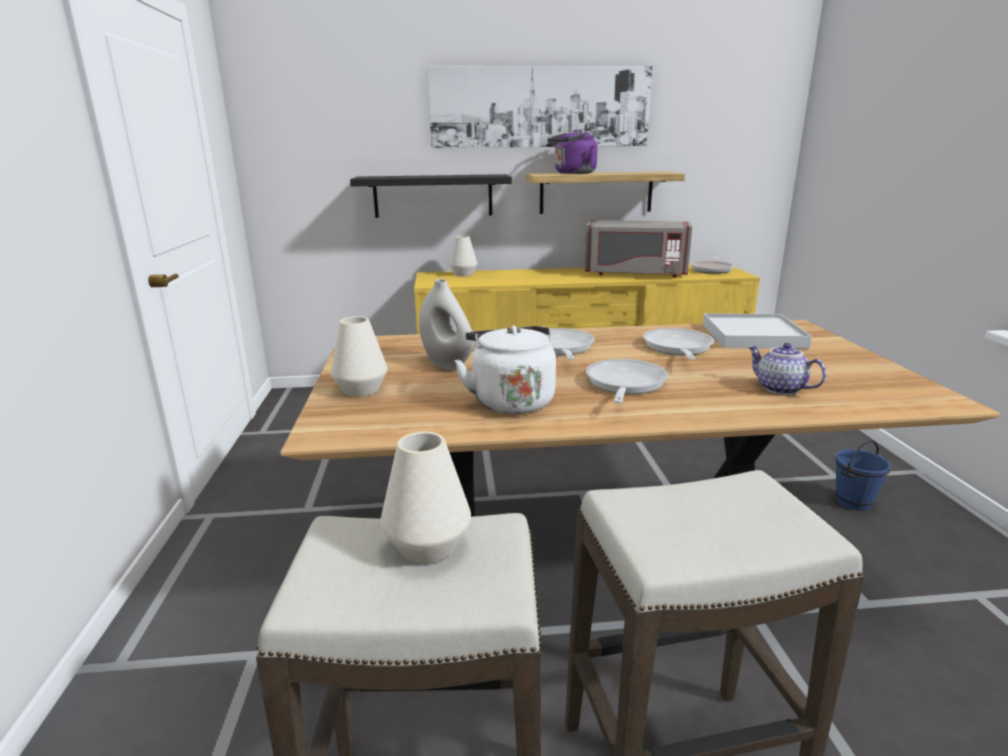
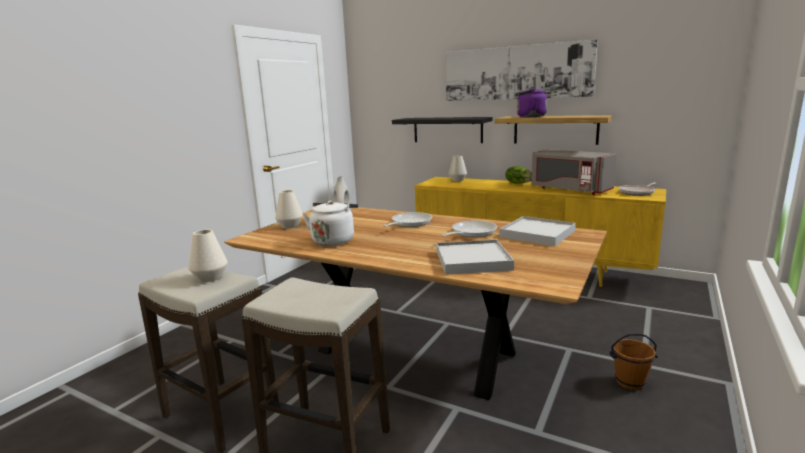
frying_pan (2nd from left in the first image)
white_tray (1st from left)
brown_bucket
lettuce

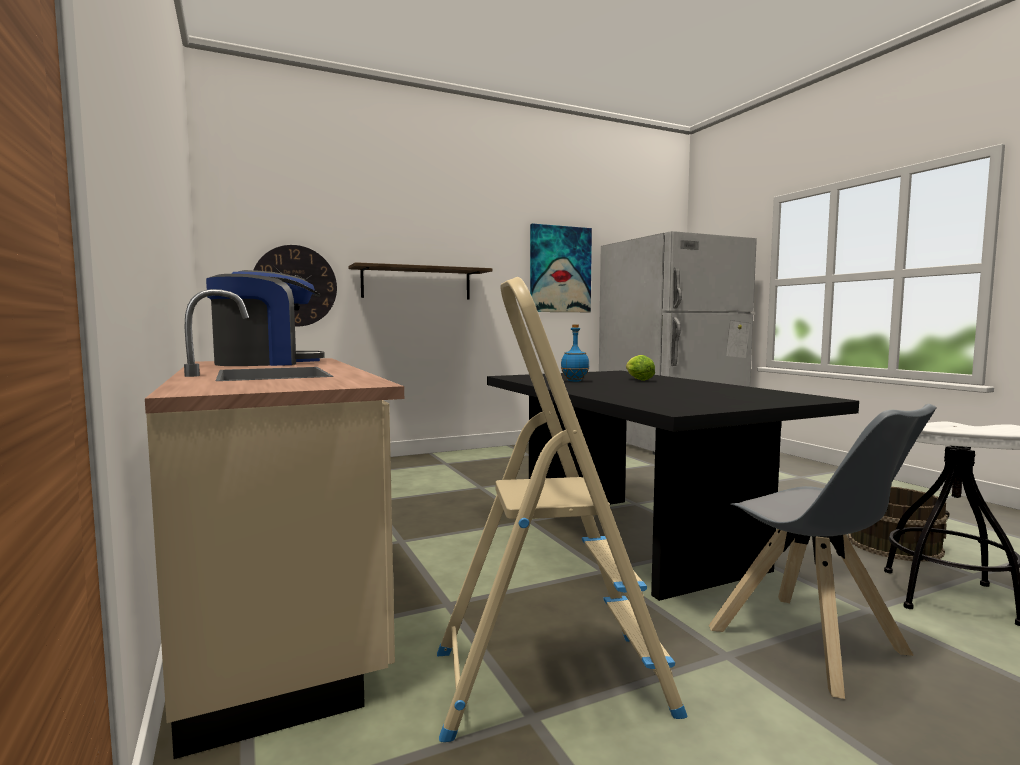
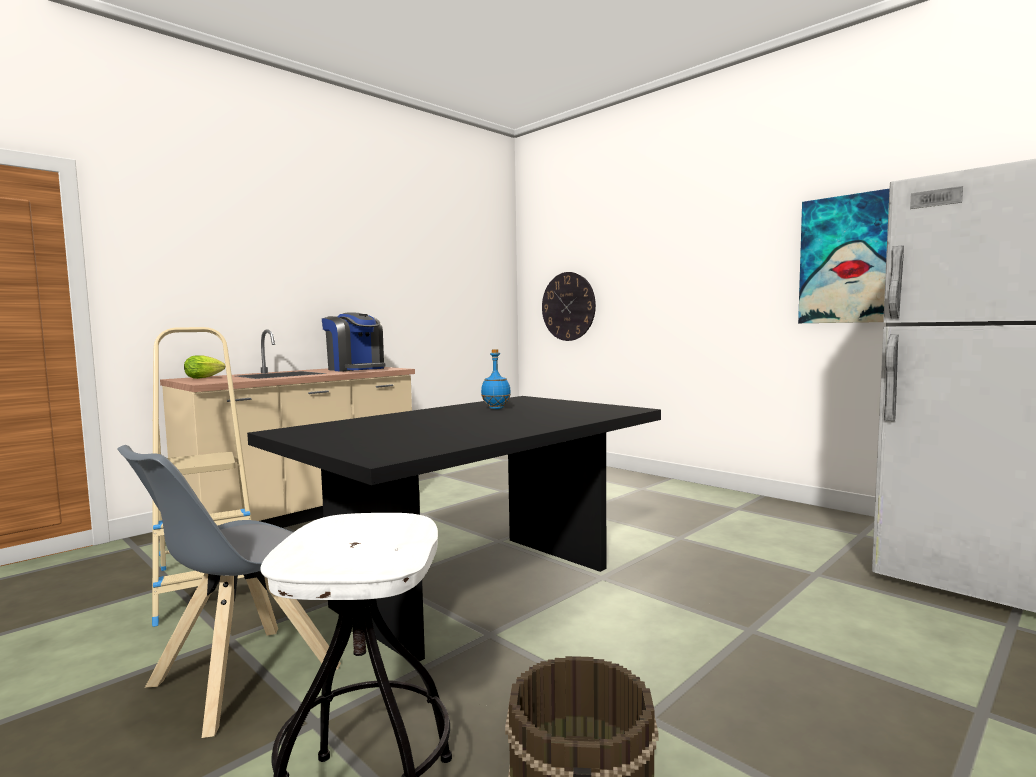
shelf
lettuce

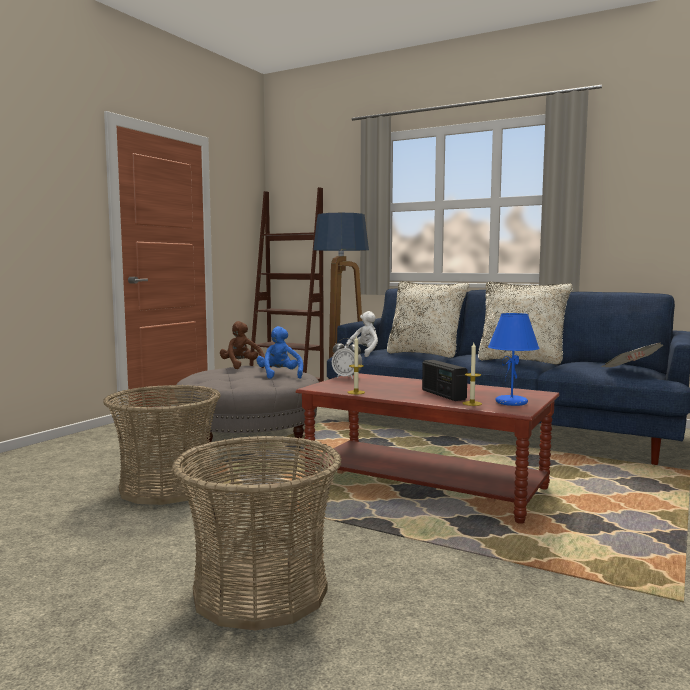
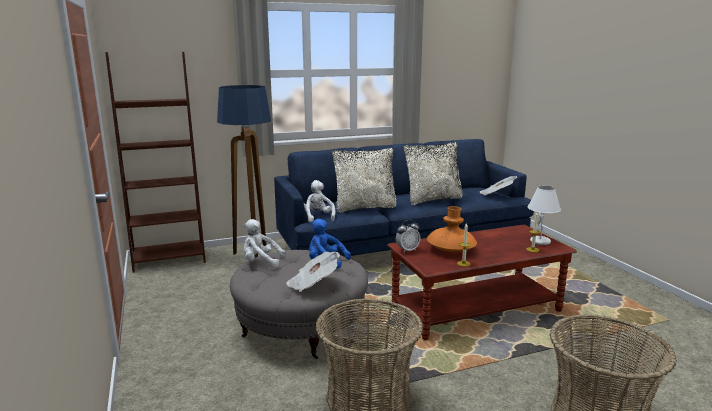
white_plush_toy (1st from left)
radio
white_table_lamp
newspaper (1st from left)
orange_vase

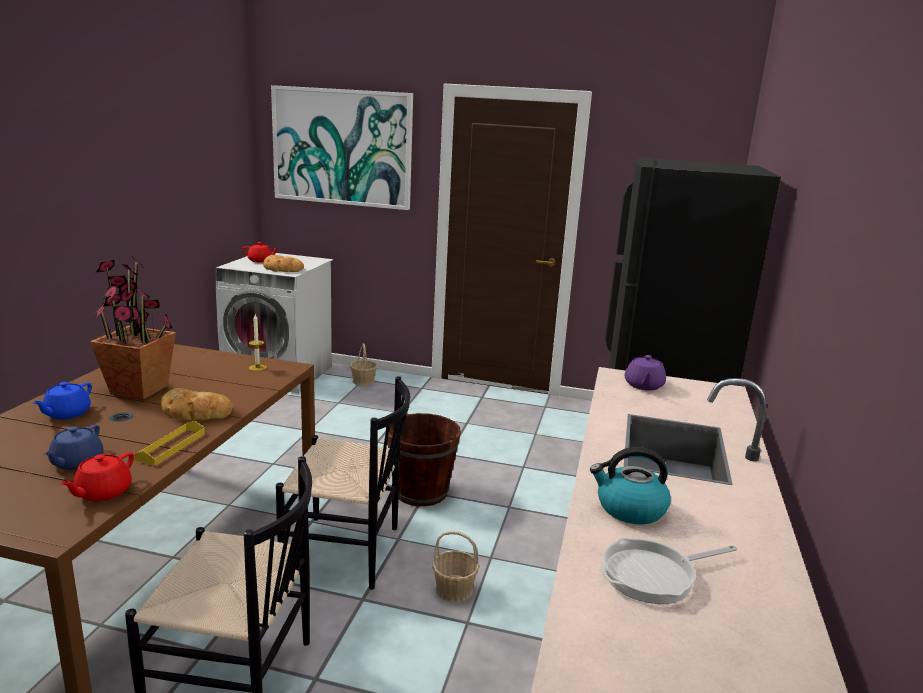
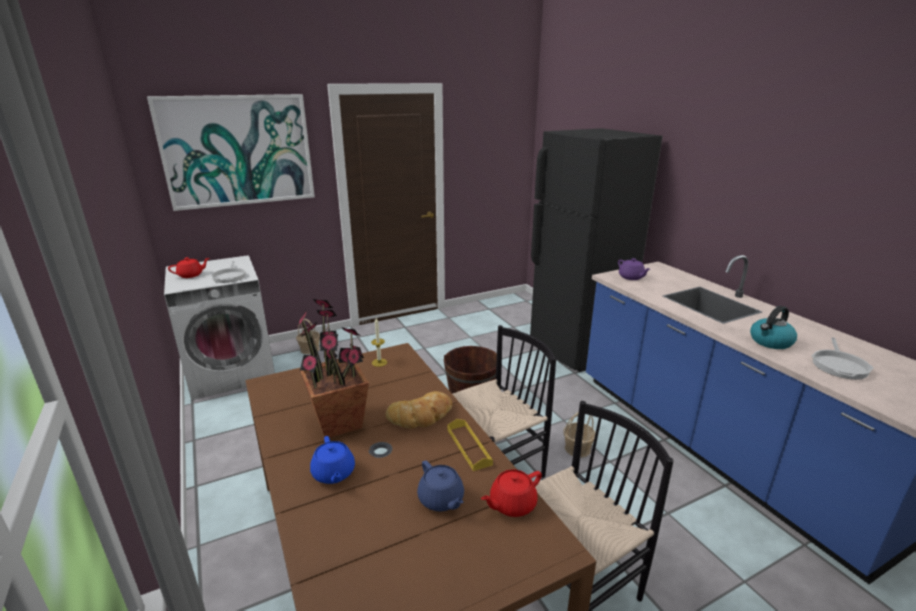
red_teapot (2nd from left)
frying_pan (1st from left)

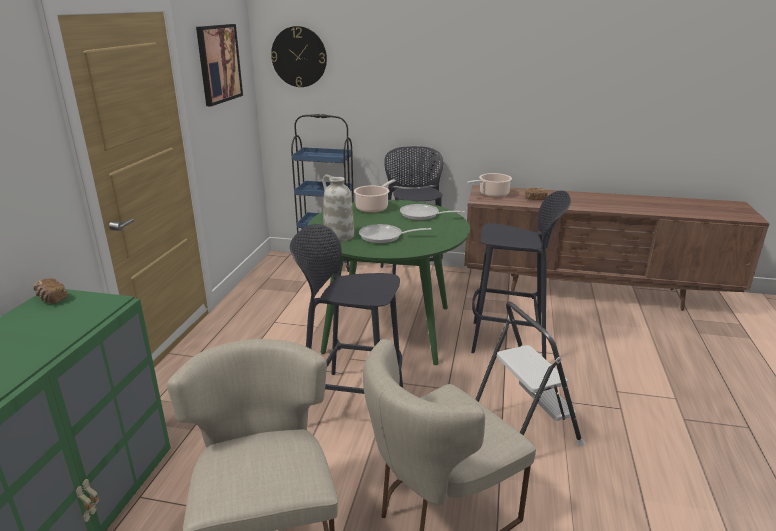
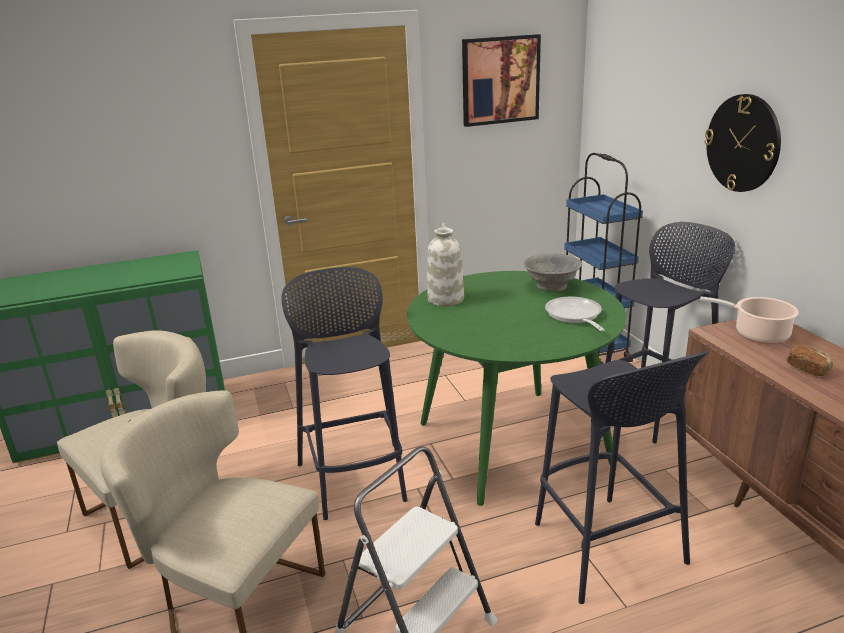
bread (1st from left in the first image)
wall_clock
grey_bowl
frying_pan (1st from left in the first image)

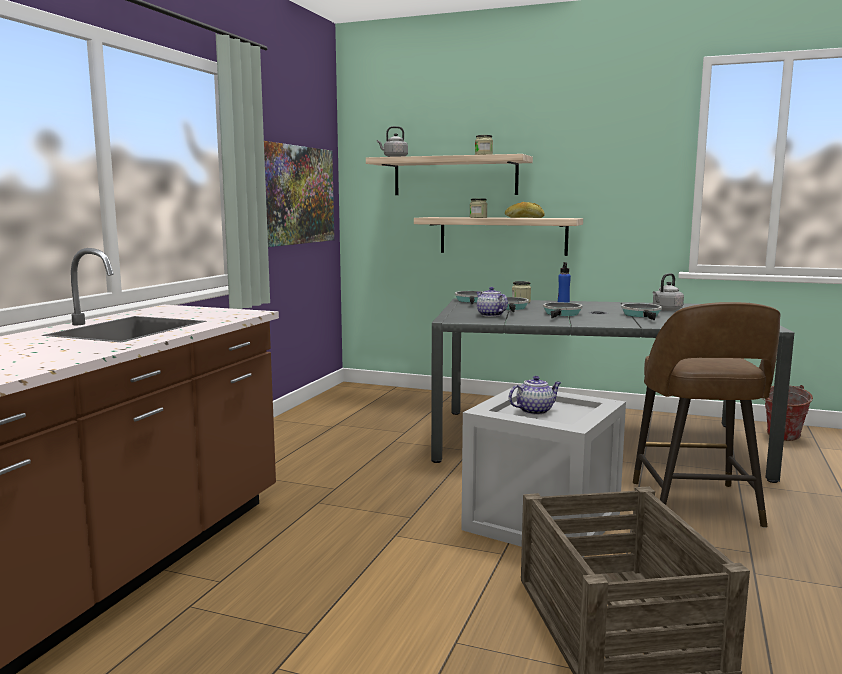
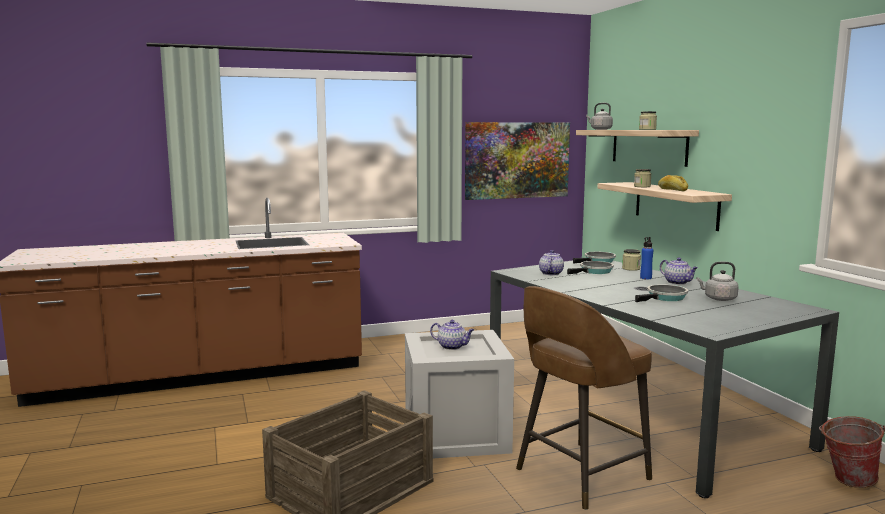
frying_pan (3rd from left in the first image)
teapot (3rd from left)

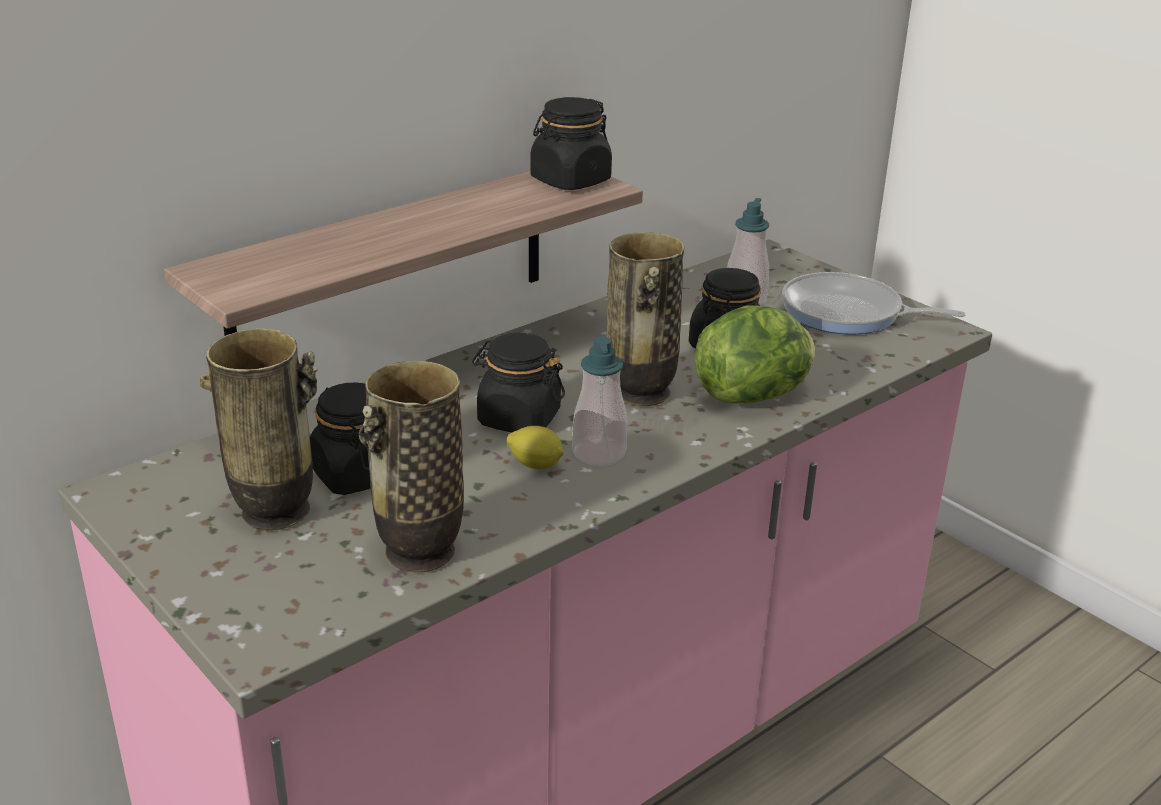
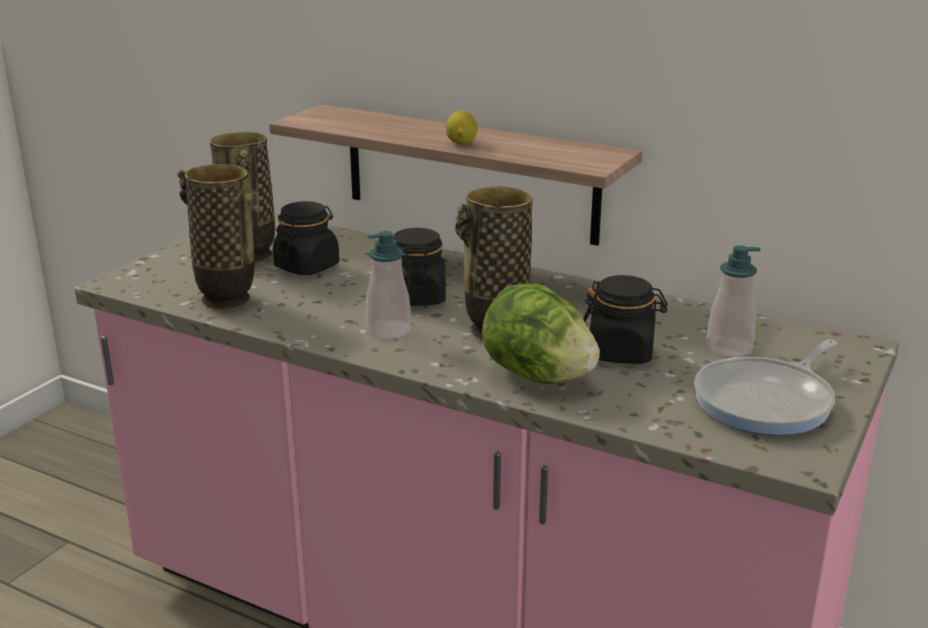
lemon
black_jar (3rd from left in the first image)
frying_pan

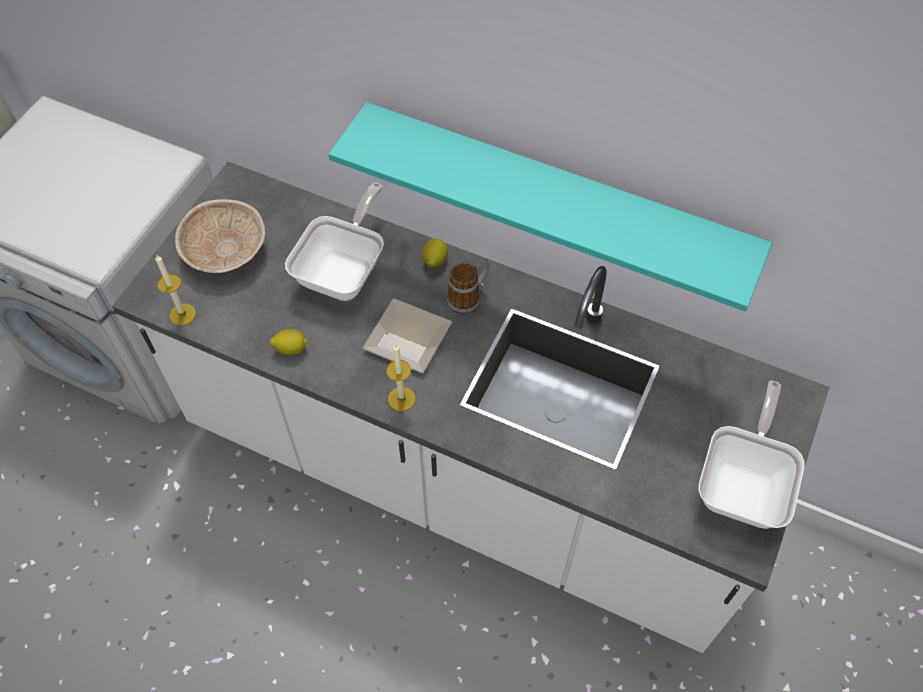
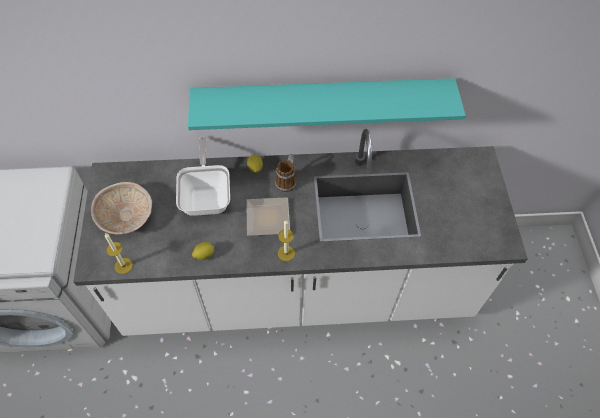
frying_pan (2nd from left in the first image)

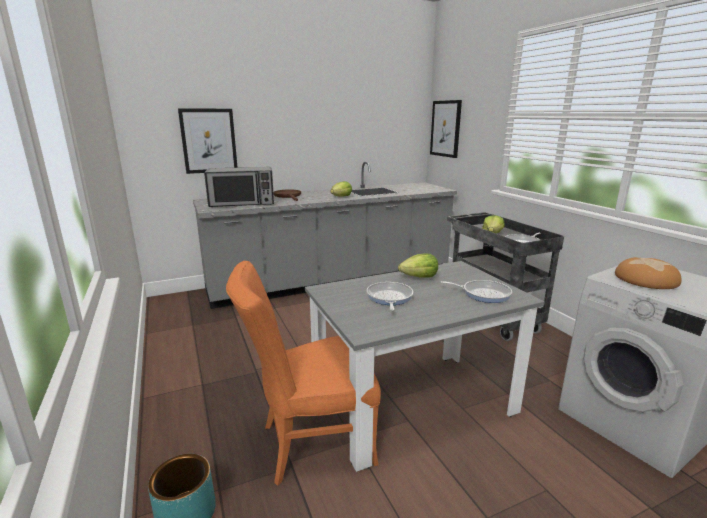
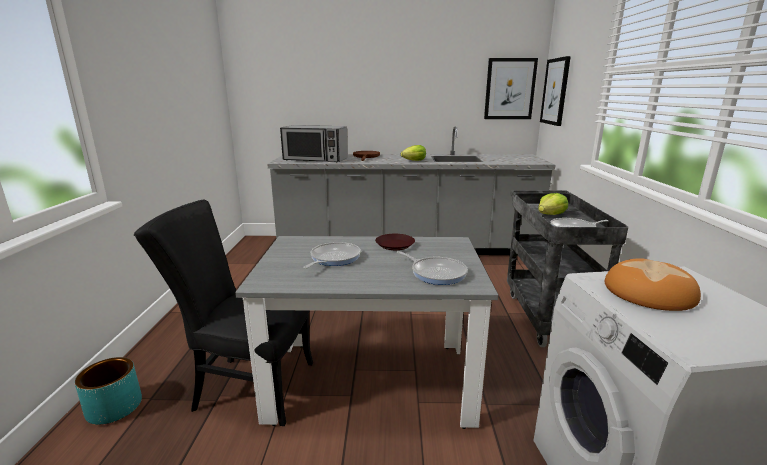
picture (1st from left)
black_chair
brown_plate

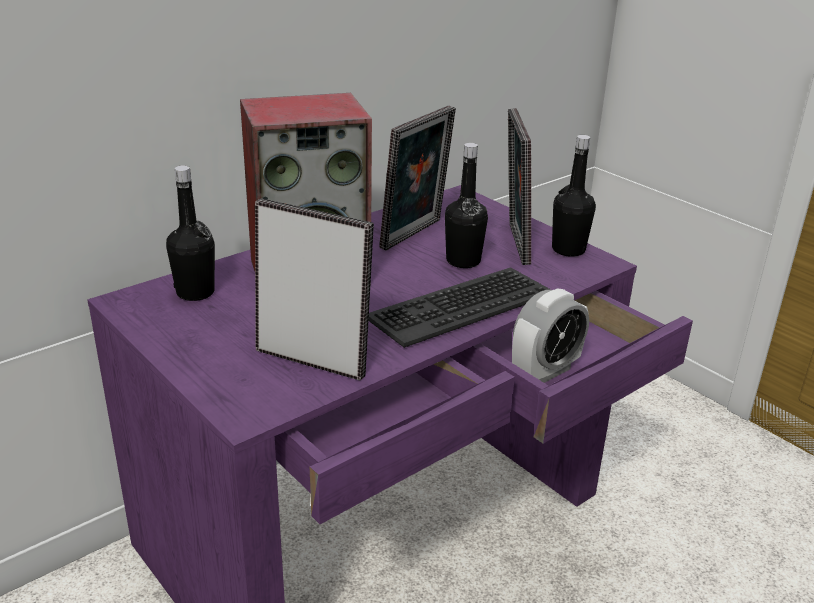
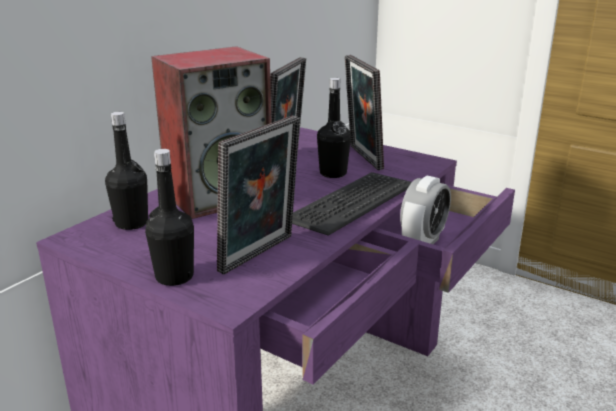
picture_frame (1st from left)
black_bottle (2nd from left)

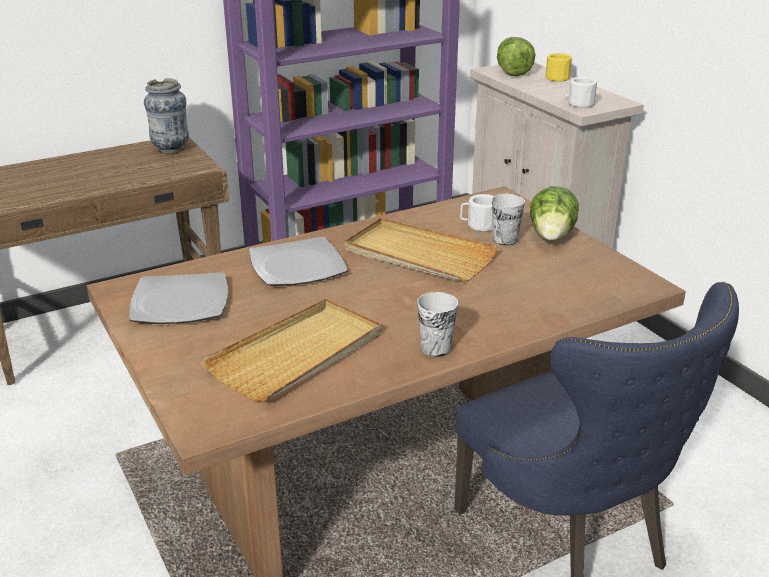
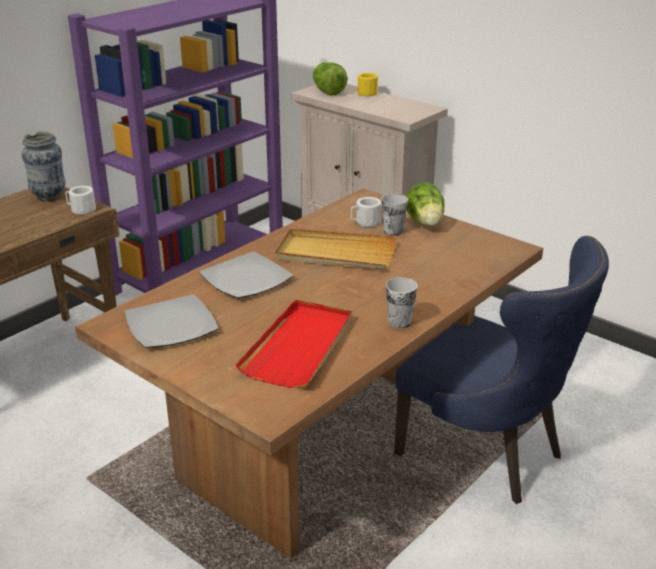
red_tray
white_mug (1st from left)

